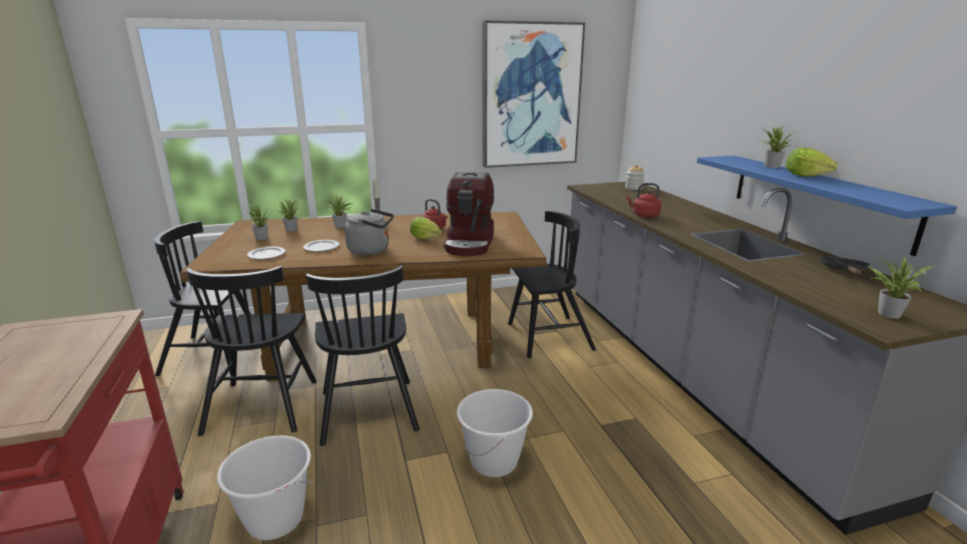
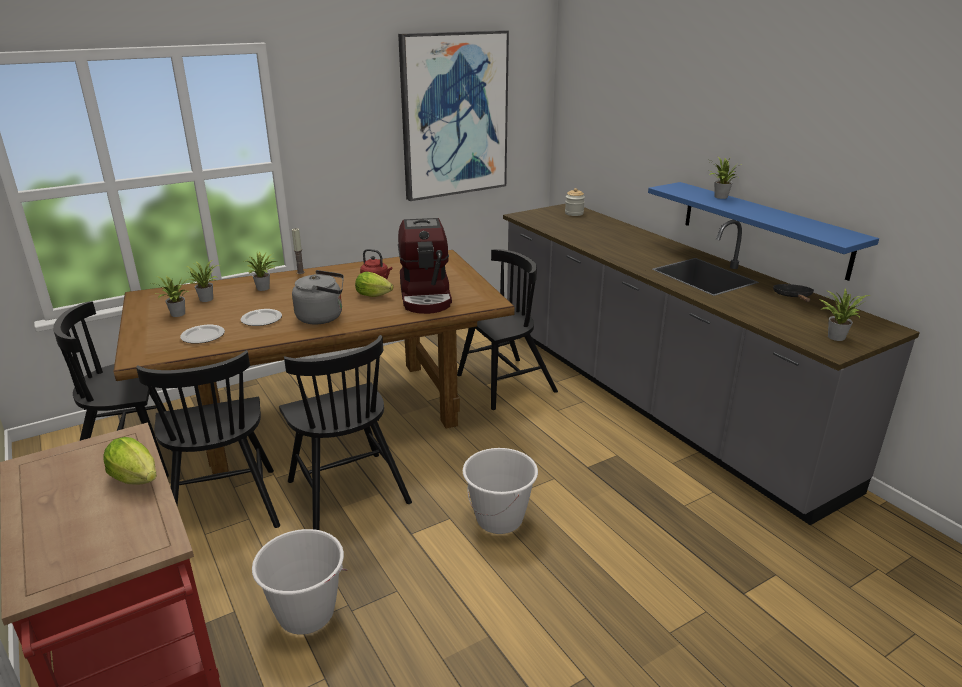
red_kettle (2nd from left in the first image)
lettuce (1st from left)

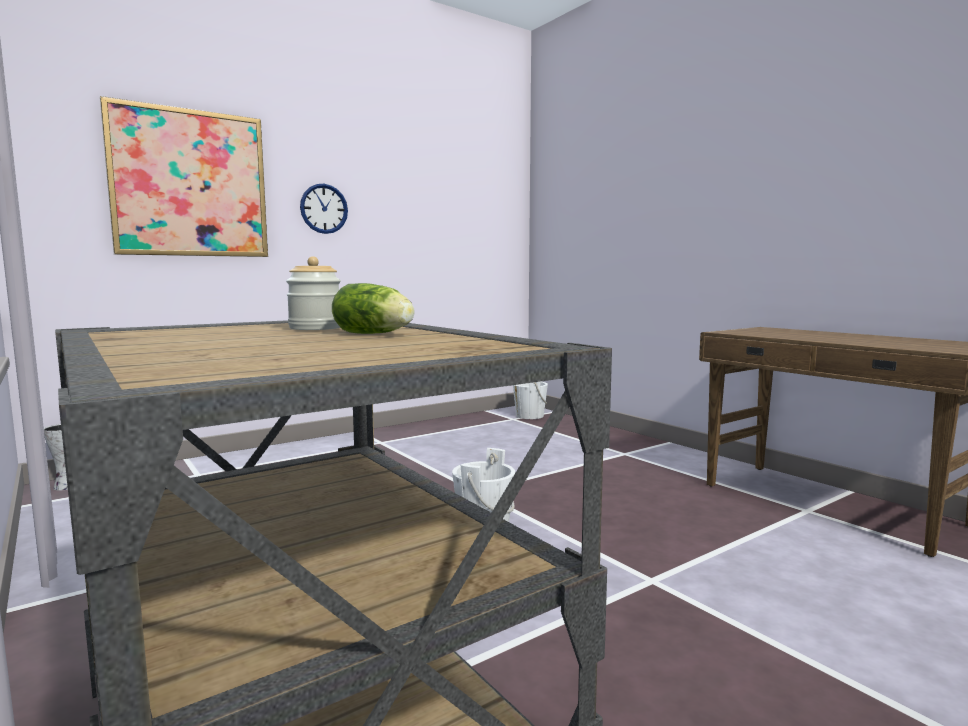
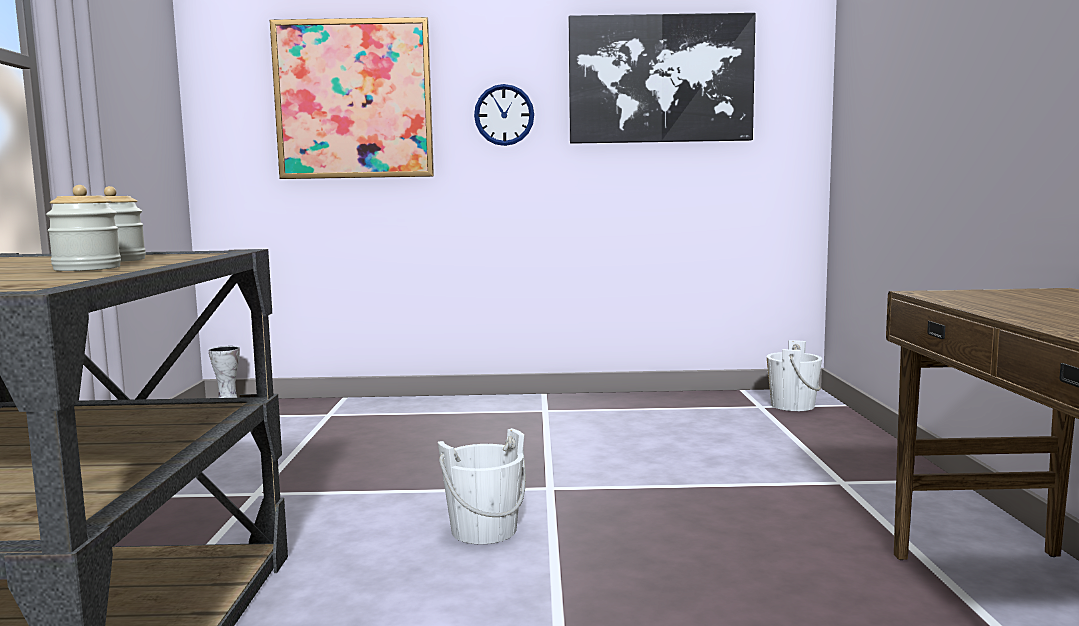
jar (1st from left)
picture (2nd from left)

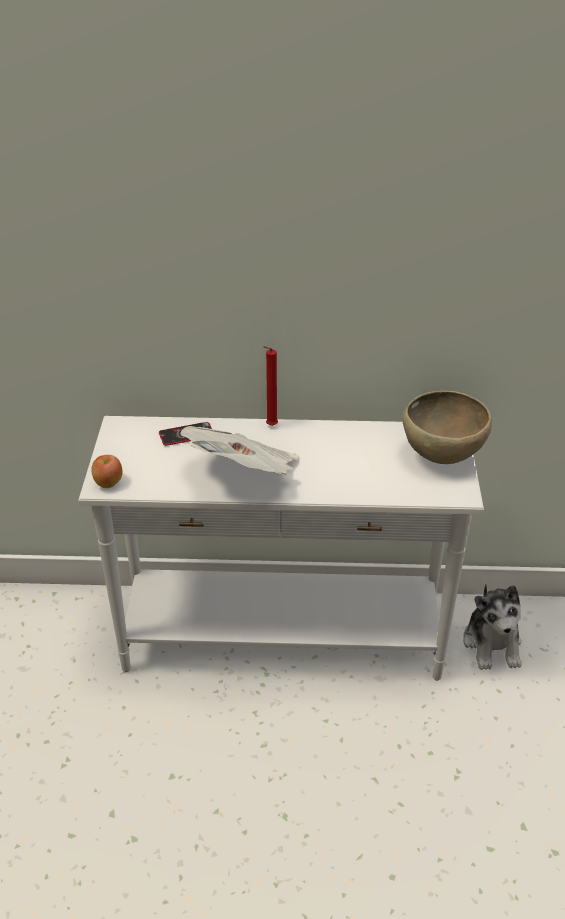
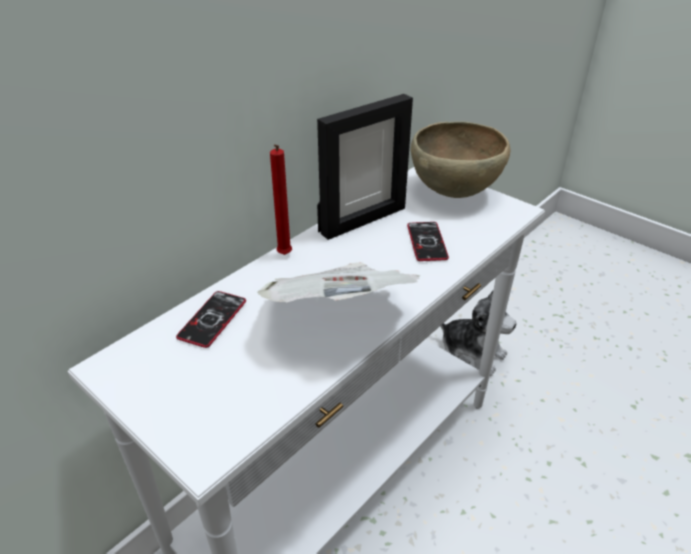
apple
picture_frame
phone (2nd from left)

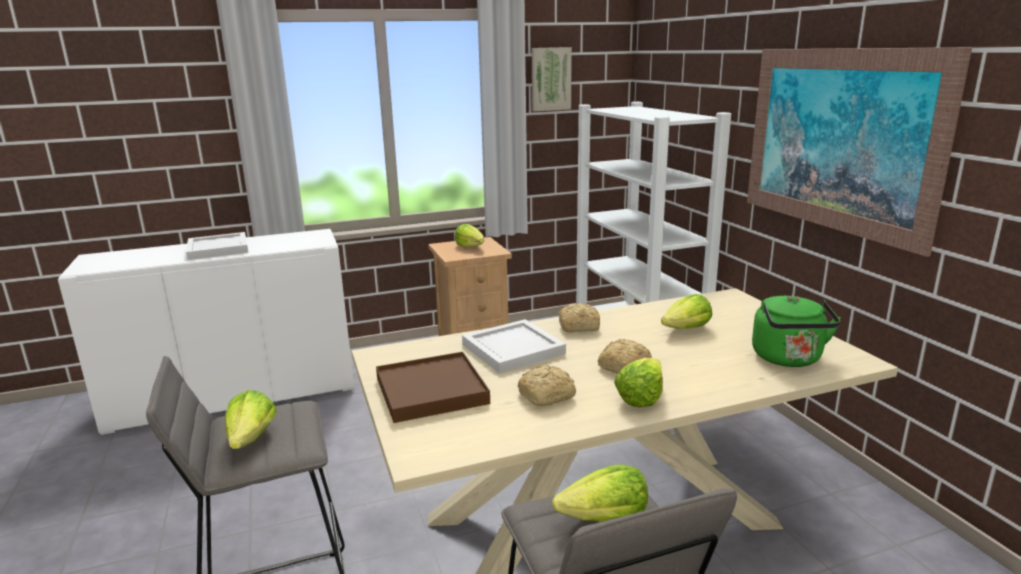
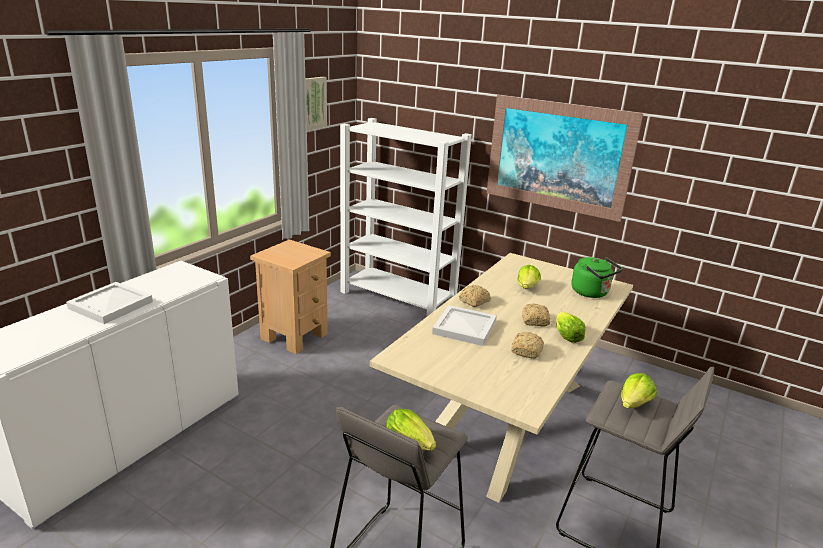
brown_tray
lettuce (2nd from left in the first image)

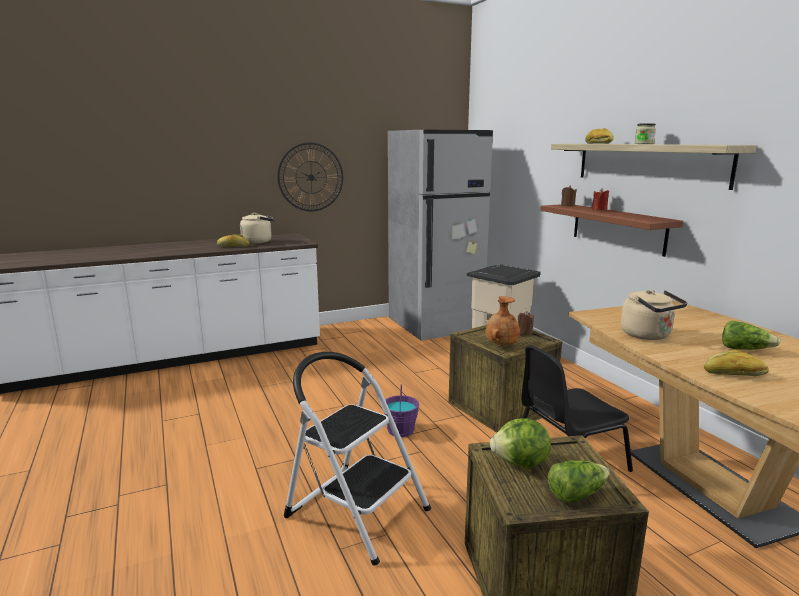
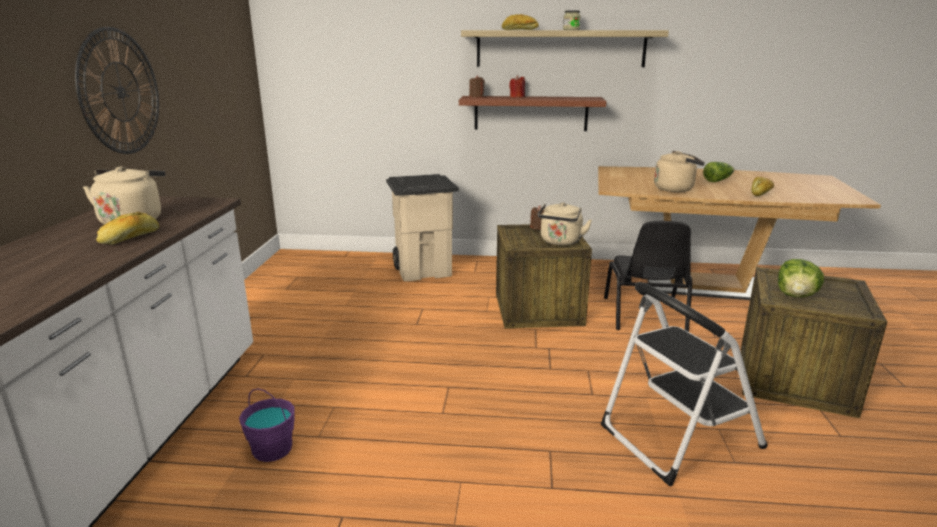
purple_bucket
grey_fridge
beige_kettle (2nd from left)
lettuce (2nd from left in the first image)

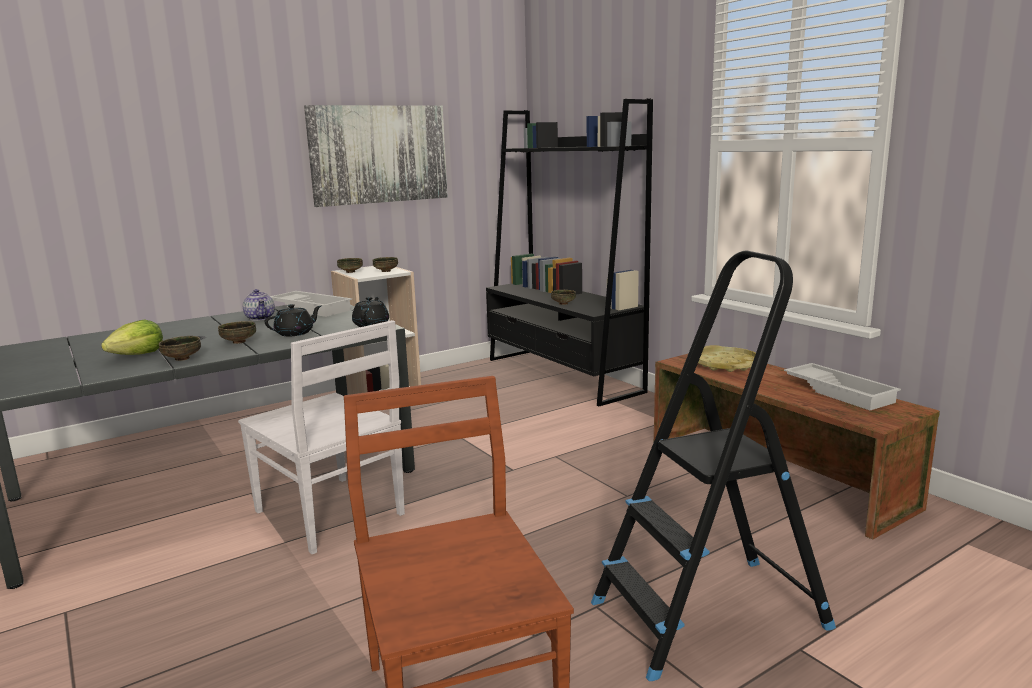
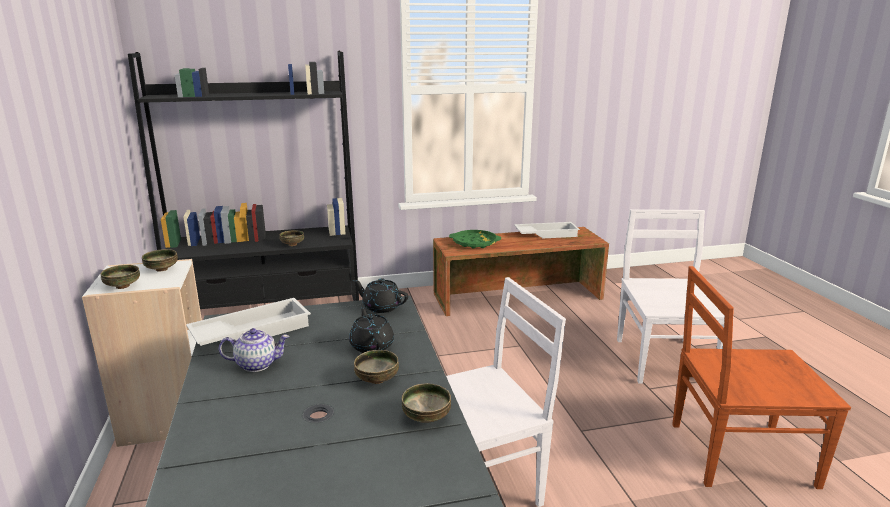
lettuce
picture
white_chair (2nd from left)
green_tray

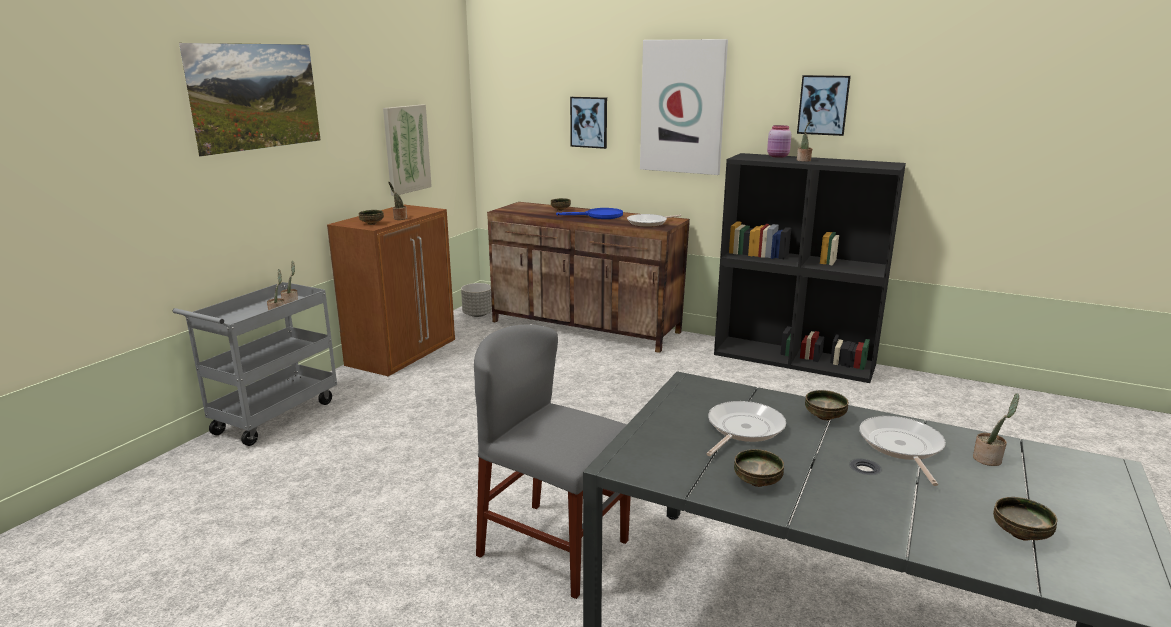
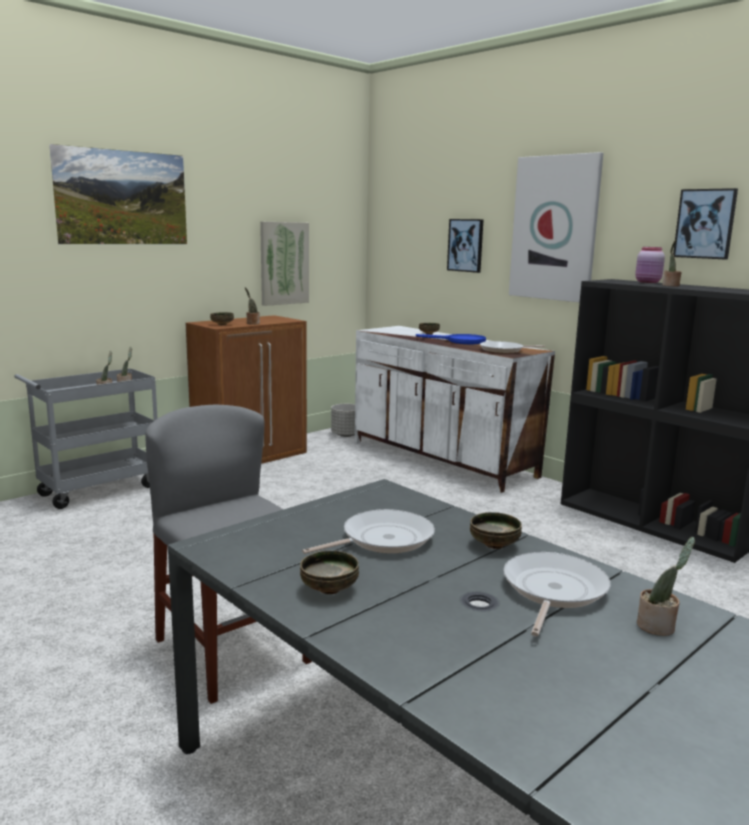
white_cabinet
bowl (5th from left in the first image)

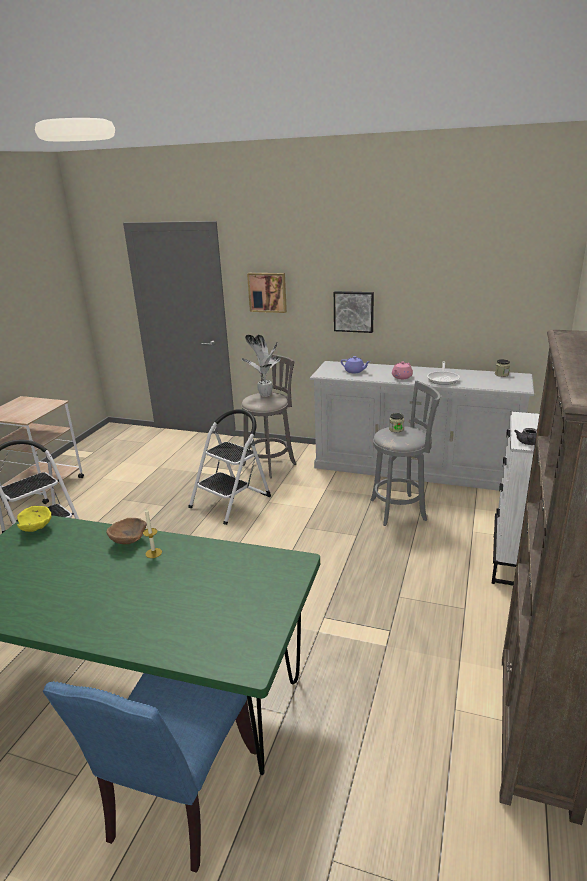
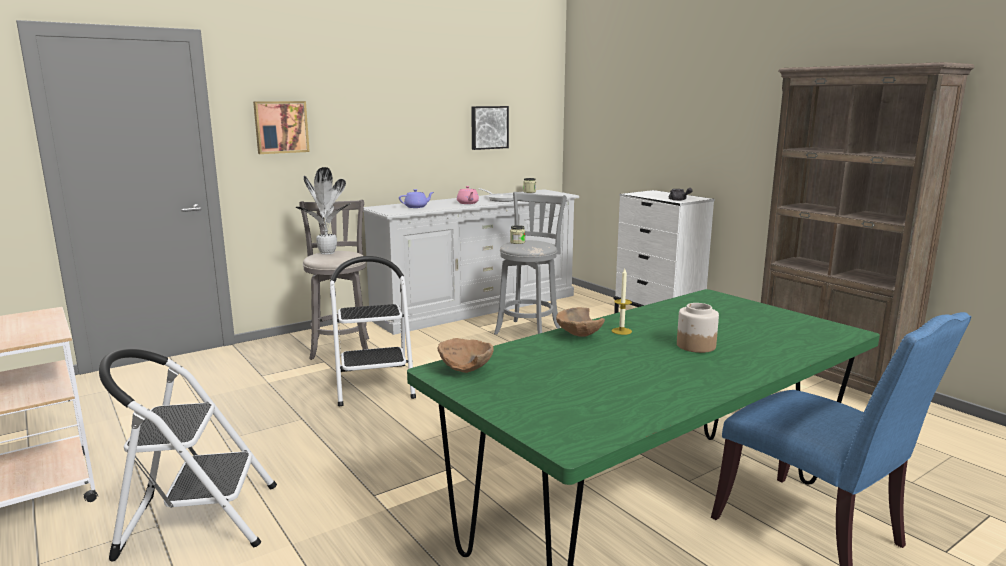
brown_bowl (1st from left)
picture (2nd from left)
jar (3rd from left)

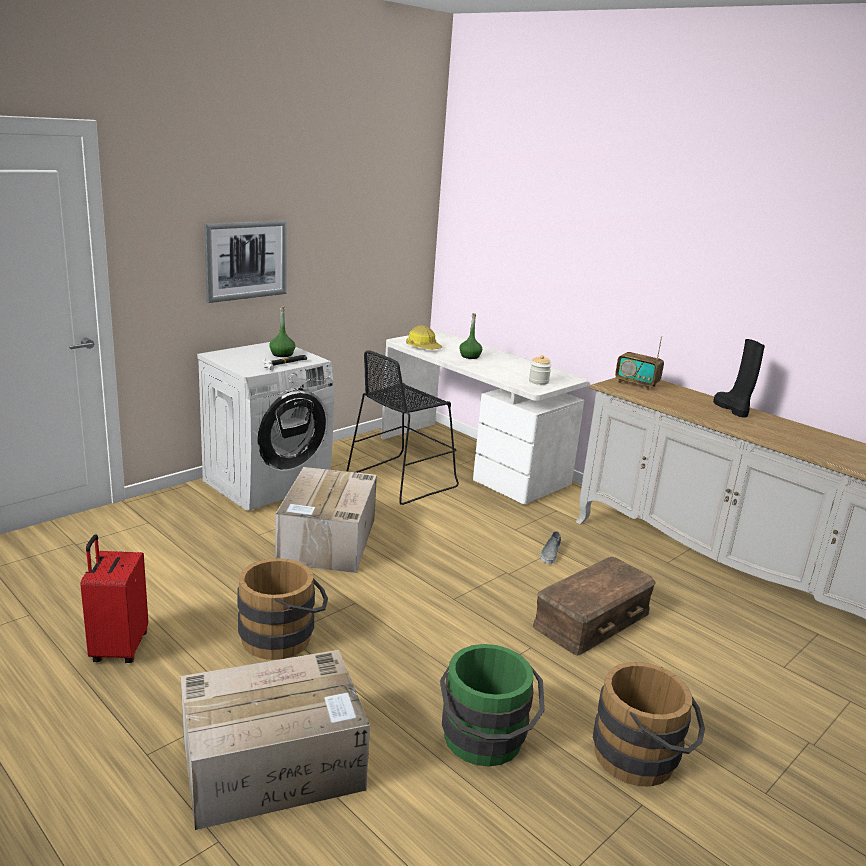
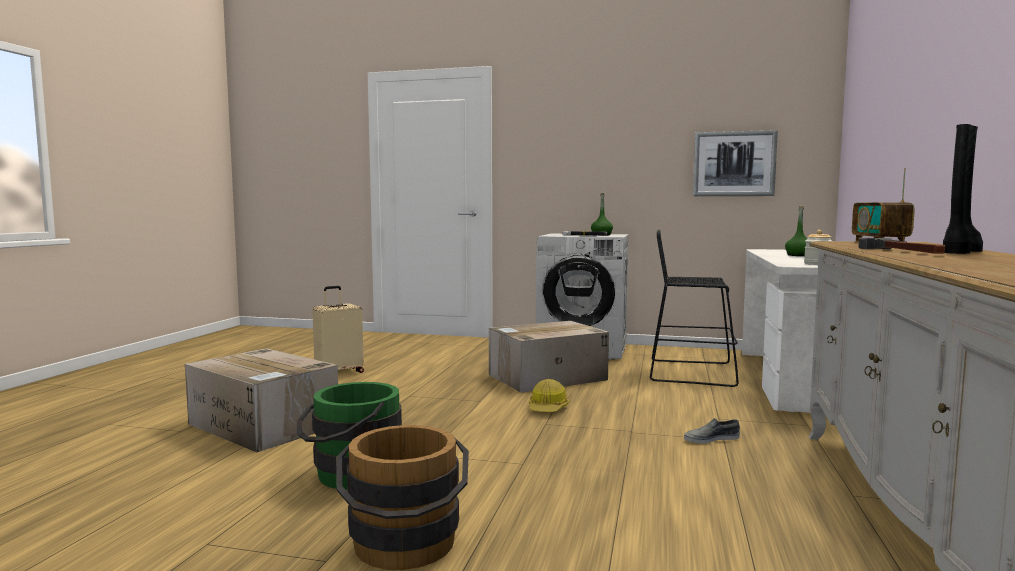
beige_suitcase
picture
brown_bucket (1st from left in the first image)
hard_hat
brown_storage_box
hammer (2nd from left)

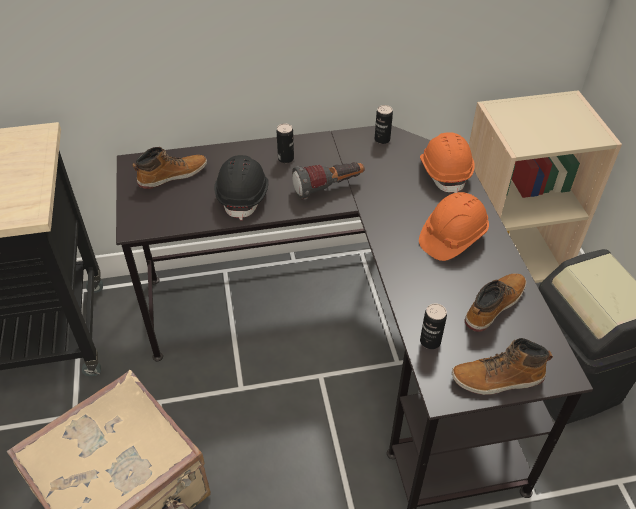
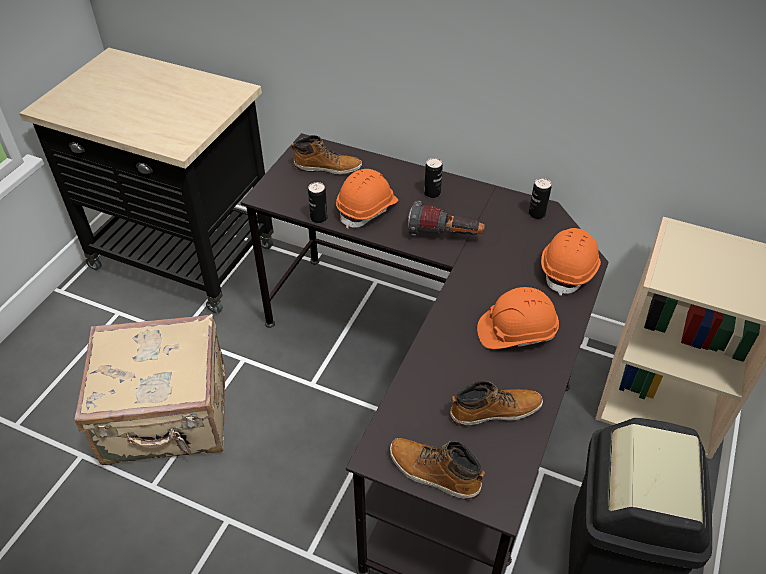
orange_hard_hat (1st from left)
can (1st from left)

